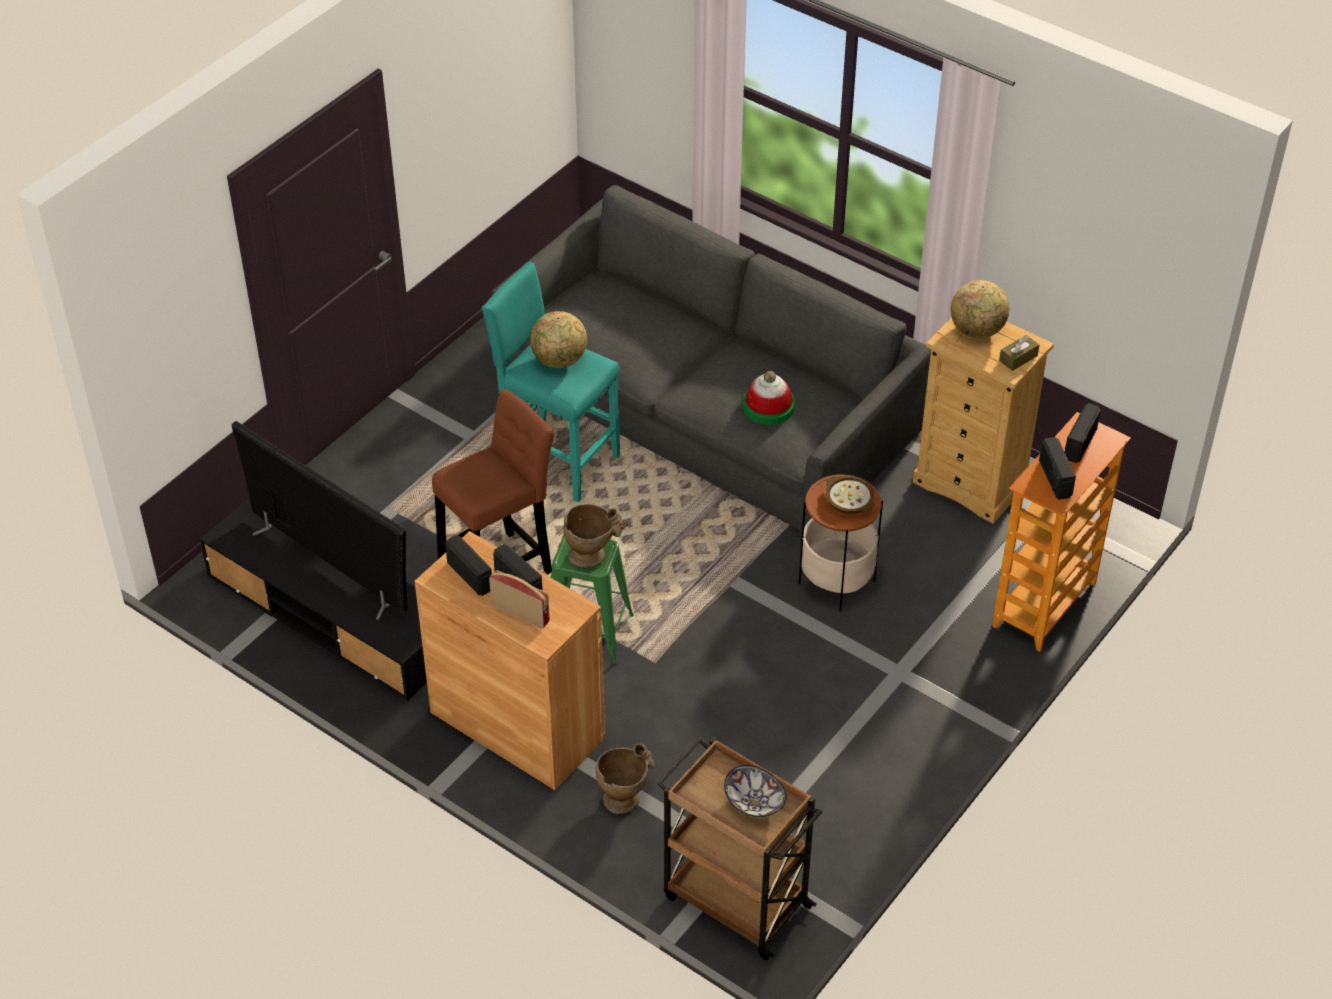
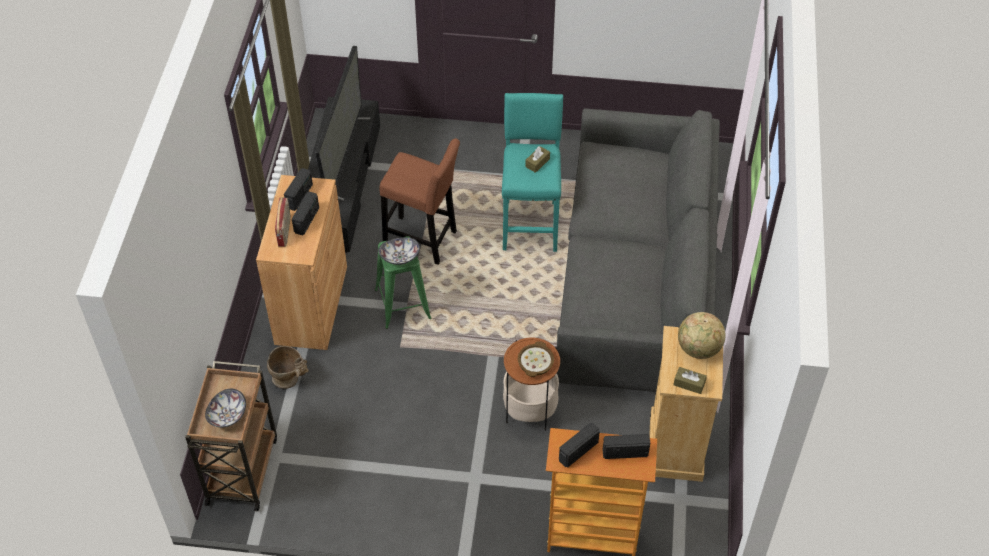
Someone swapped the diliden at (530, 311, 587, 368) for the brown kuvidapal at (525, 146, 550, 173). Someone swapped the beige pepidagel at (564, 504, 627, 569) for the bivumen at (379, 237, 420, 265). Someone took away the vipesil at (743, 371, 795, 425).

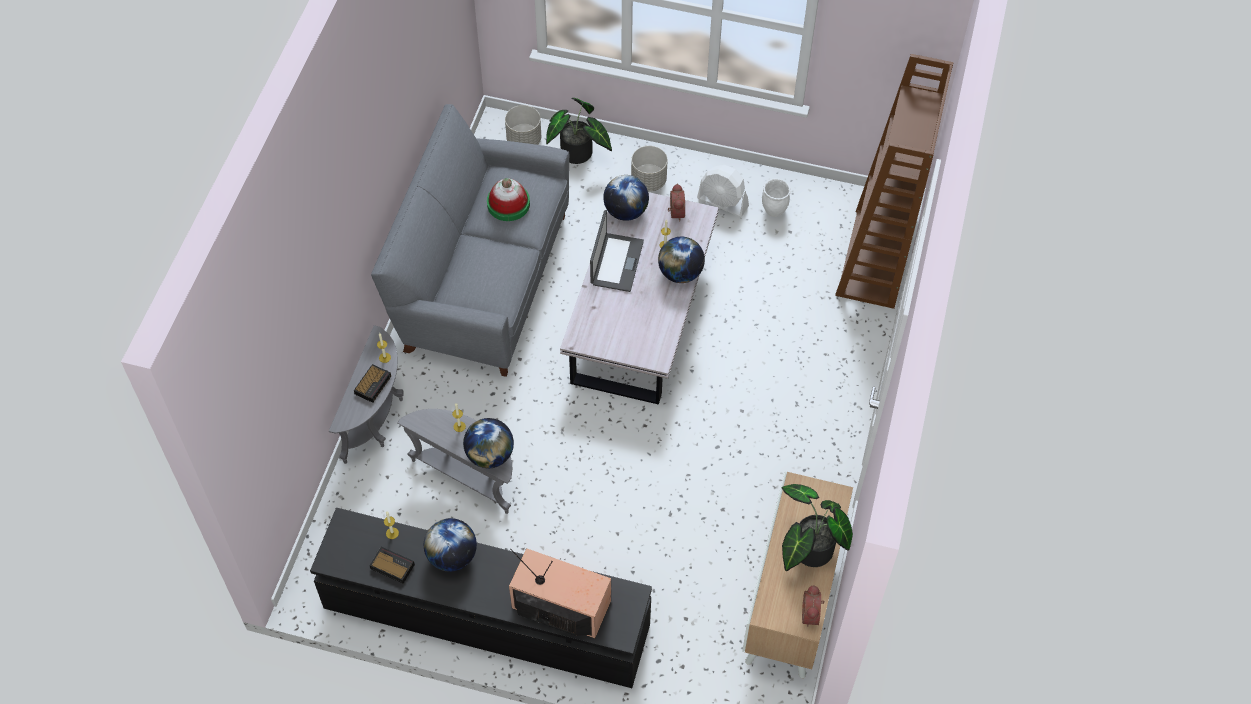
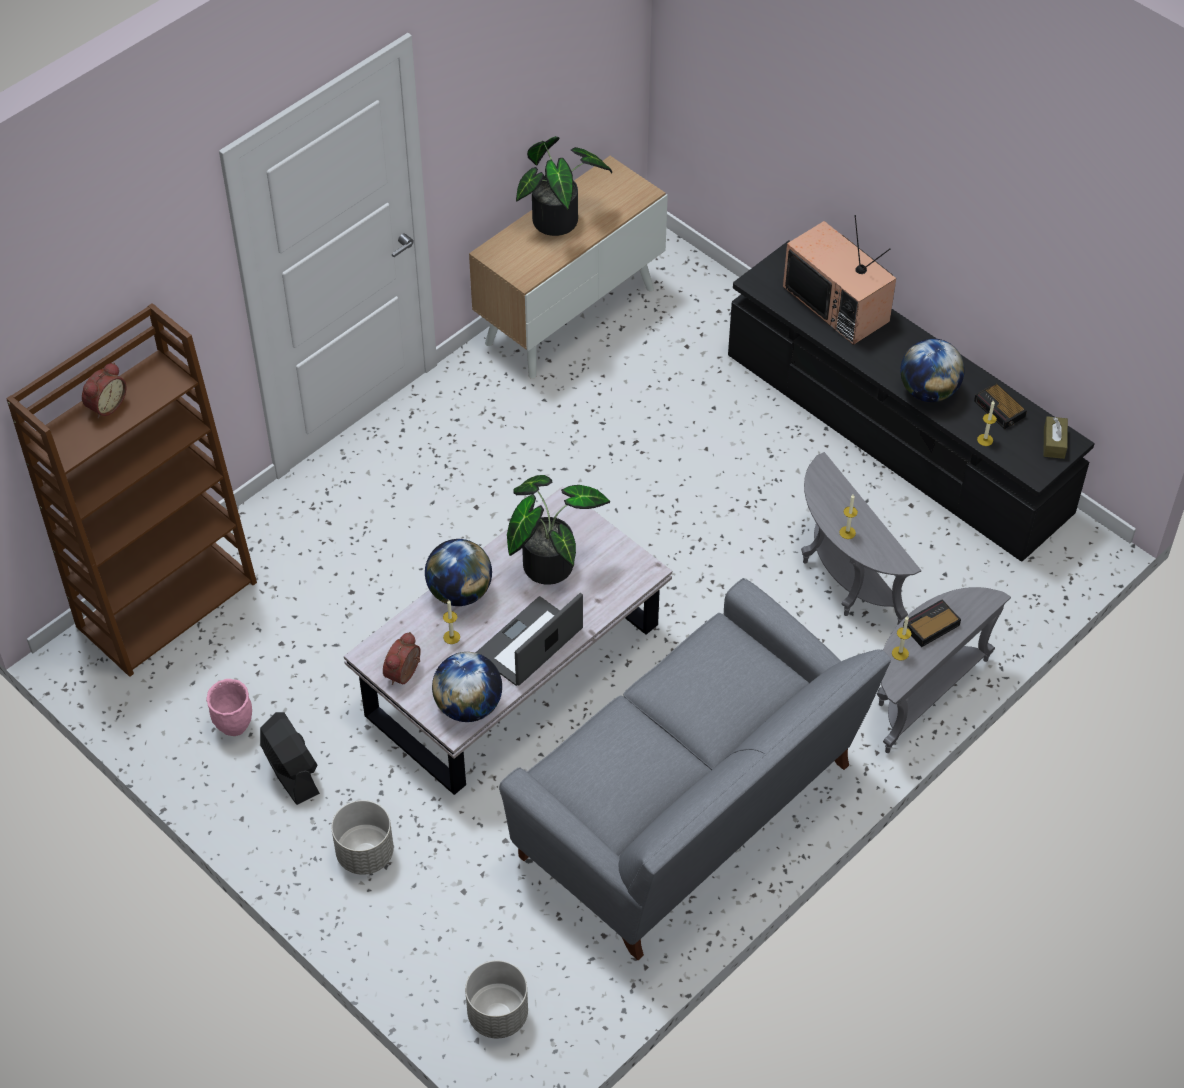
Someone took away the diliden at (463, 418, 514, 468). Someone took away the vipesil at (487, 178, 530, 221). Someone carried the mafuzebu from (546, 98, 612, 164) to (507, 475, 610, 585). Someone repainted the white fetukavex at (697, 165, 749, 217), which became the black fetukavex at (260, 712, 320, 805). Someone repainted the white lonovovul at (762, 178, 791, 217), which became the pink lonovovul at (206, 679, 252, 736). Someone carried the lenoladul from (802, 585, 825, 627) to (82, 362, 126, 419). Someone put down the brown kuvidapal at (1043, 416, 1068, 459).

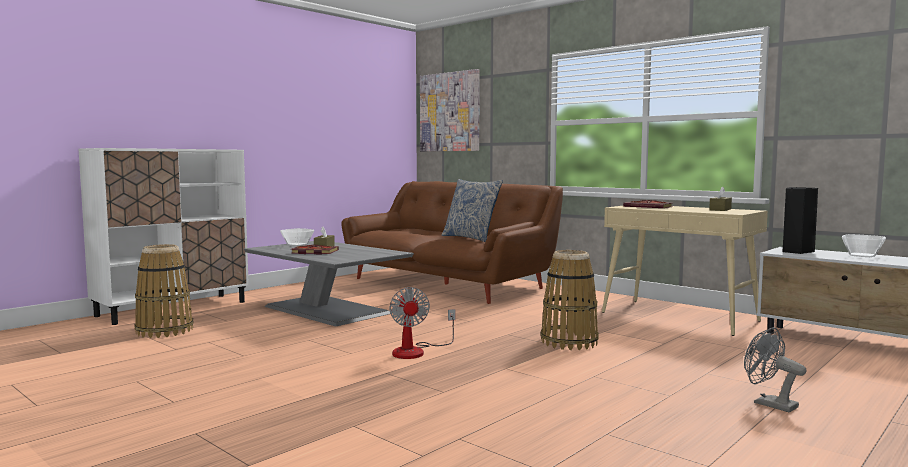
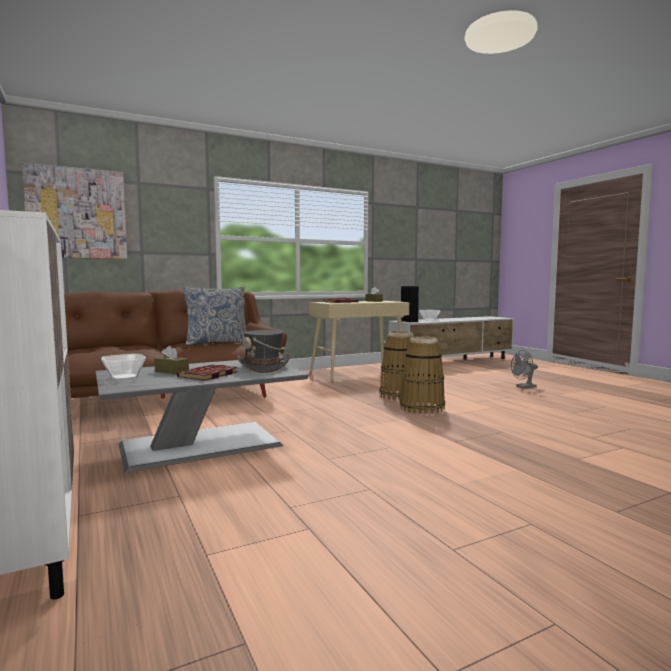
Someone carried the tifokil from (135, 244, 193, 338) to (400, 336, 445, 414). Someone took away the fetukavex at (390, 287, 456, 359). Someone put down the grey vipesil at (237, 330, 290, 373).

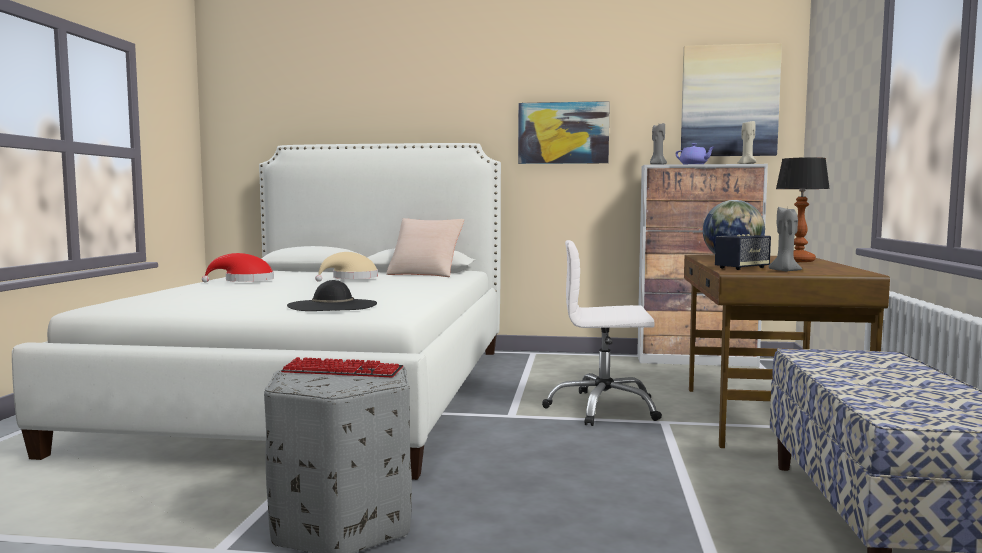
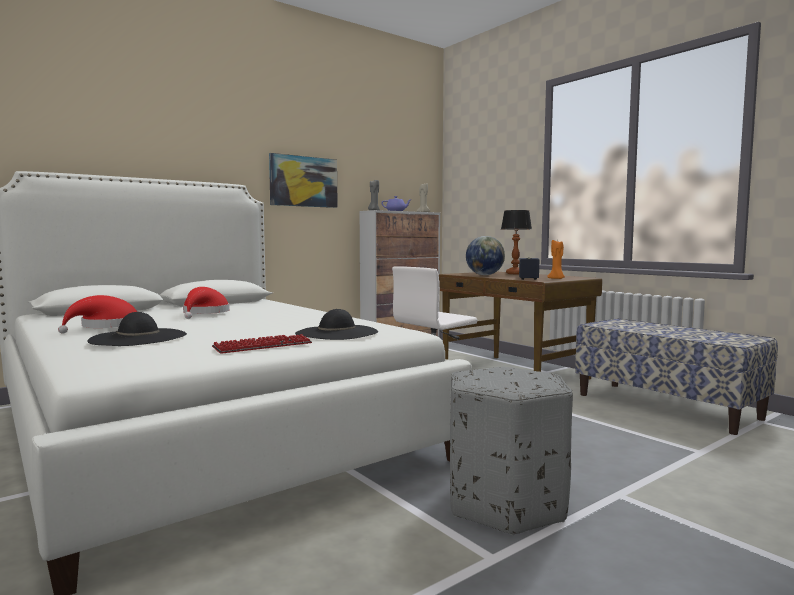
Someone carried the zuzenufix from (281, 357, 403, 377) to (212, 334, 312, 354). Someone repainted the beige vipesil at (315, 252, 378, 282), which became the red vipesil at (183, 287, 230, 319). Someone took away the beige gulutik at (386, 218, 464, 277). Someone took away the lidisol at (681, 43, 782, 156). Someone repainted the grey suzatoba at (769, 207, 802, 272), which became the orange suzatoba at (547, 240, 565, 279). Someone put down the black vipesil at (88, 312, 187, 346).

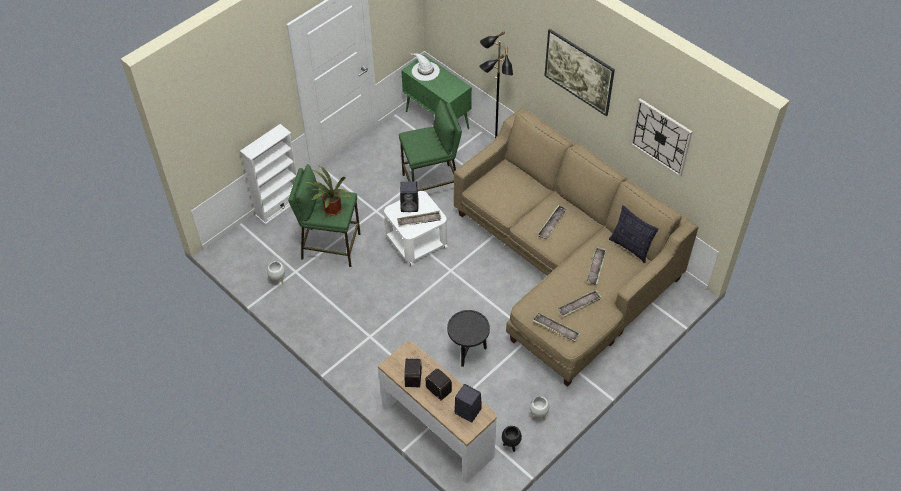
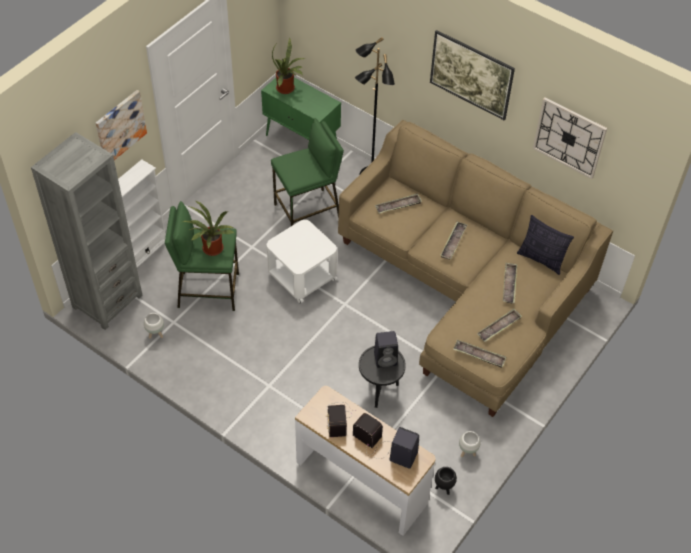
Someone carried the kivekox from (397, 211, 442, 227) to (375, 193, 422, 214). Someone carried the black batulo from (400, 181, 419, 212) to (374, 331, 398, 368). Someone swapped the white vipesil at (410, 53, 440, 81) for the mafuzebu at (272, 38, 306, 94). Someone put down the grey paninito at (31, 132, 143, 330). Someone put up the lidisol at (96, 90, 147, 160).

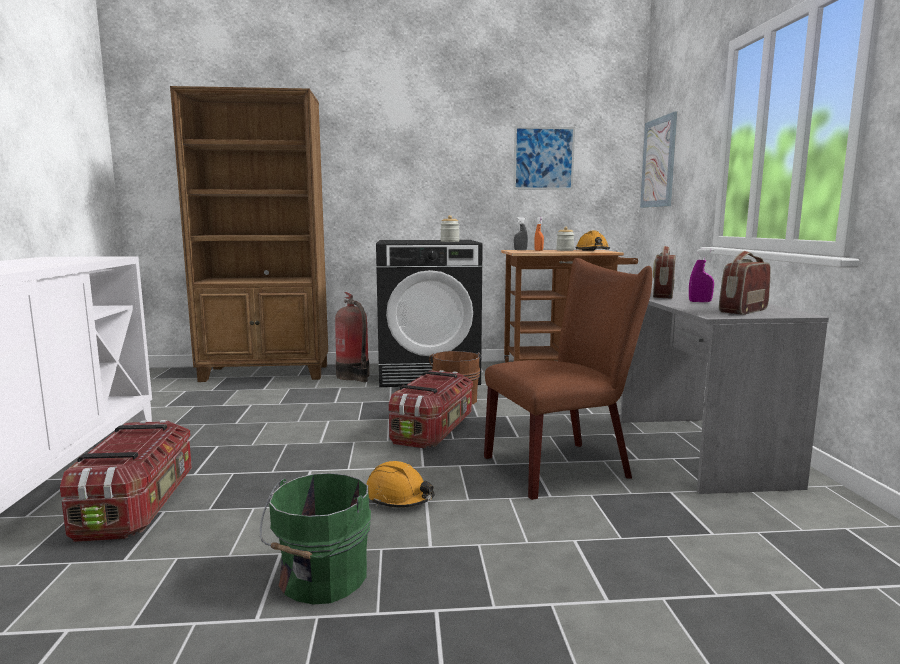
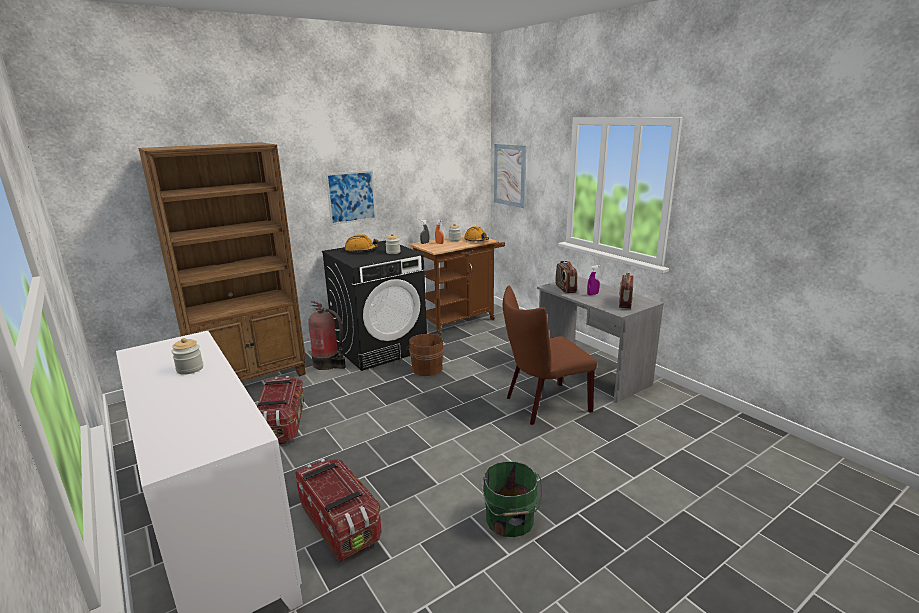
Someone carried the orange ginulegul from (367, 461, 434, 508) to (345, 234, 378, 253). Someone carried the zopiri from (389, 370, 473, 449) to (257, 376, 304, 444). Someone rotated the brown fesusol at (484, 258, 652, 500) by 150 degrees counterclockwise. Someone carried the lidisol from (513, 126, 575, 190) to (326, 170, 376, 225). Someone put down the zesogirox at (171, 338, 203, 375).

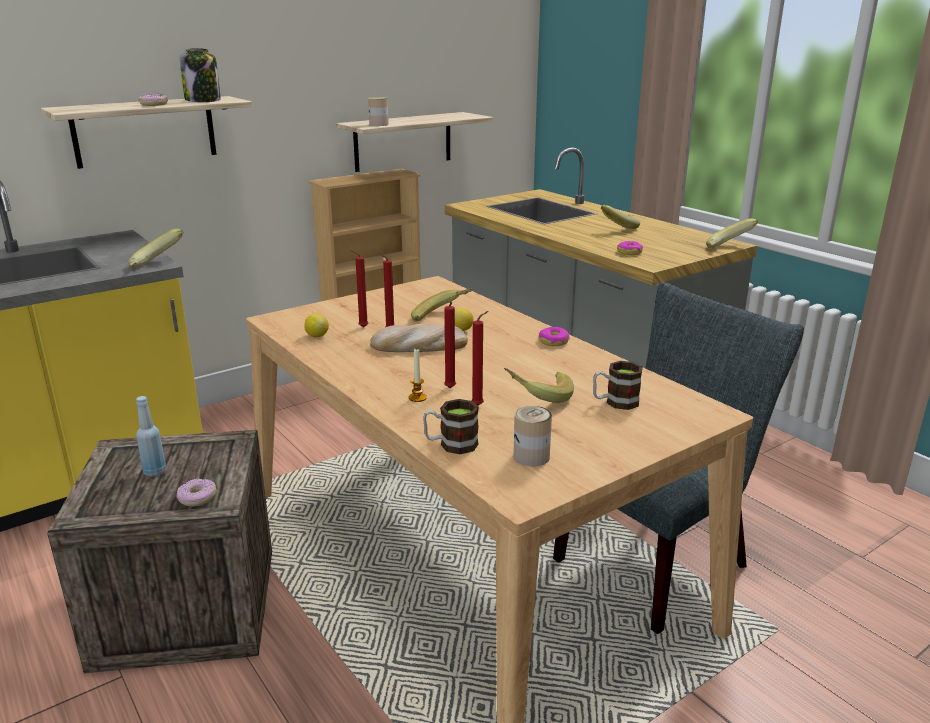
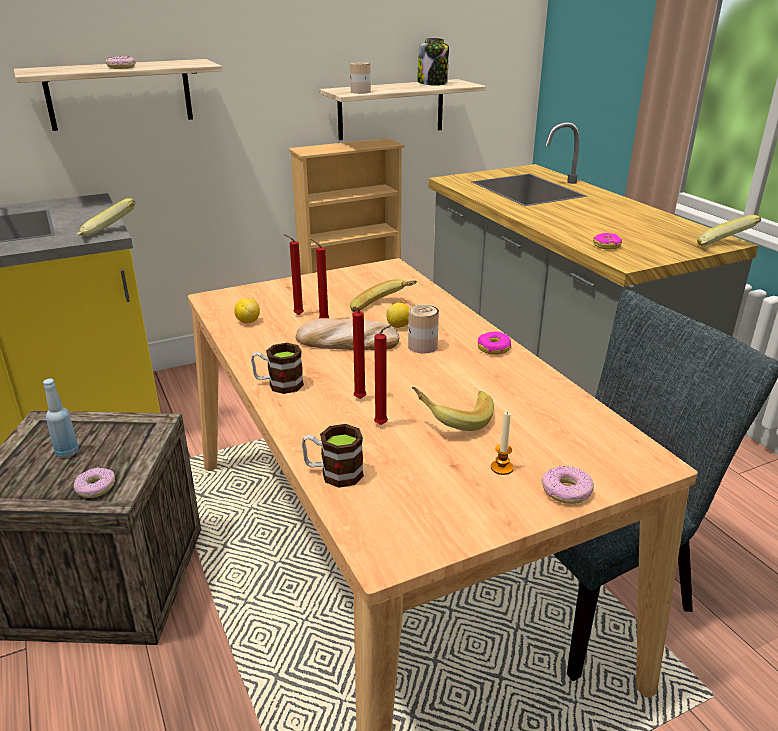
Someone carried the zesogirox from (180, 48, 221, 102) to (417, 38, 449, 86). Someone carried the suzatoba from (409, 348, 427, 402) to (491, 412, 513, 475). Someone carried the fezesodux from (513, 406, 552, 467) to (408, 304, 439, 354). Someone carried the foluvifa from (593, 361, 643, 410) to (251, 343, 304, 394). Someone took away the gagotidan at (601, 205, 640, 229). Someone put down the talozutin at (542, 466, 594, 504).

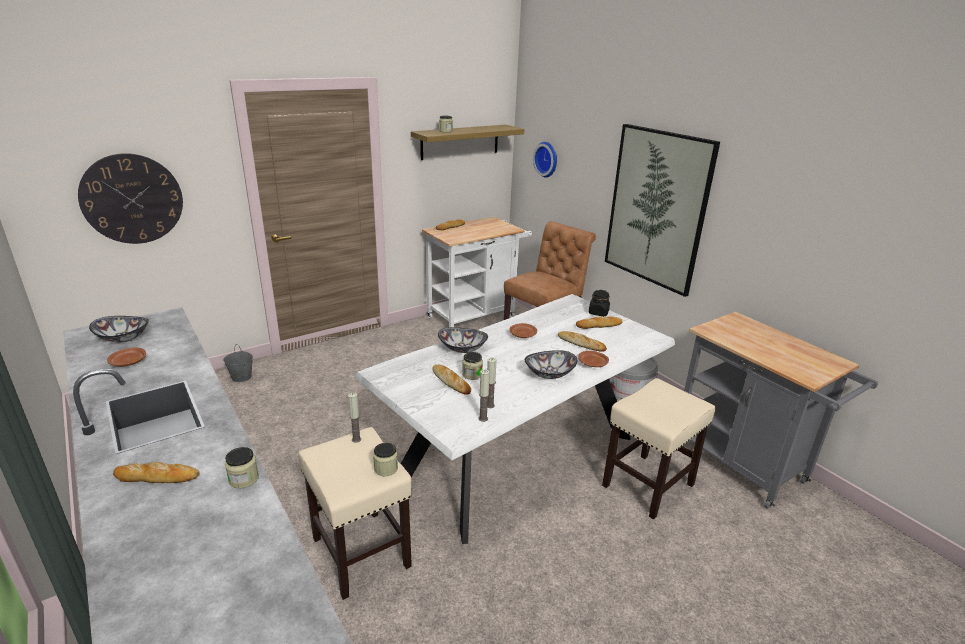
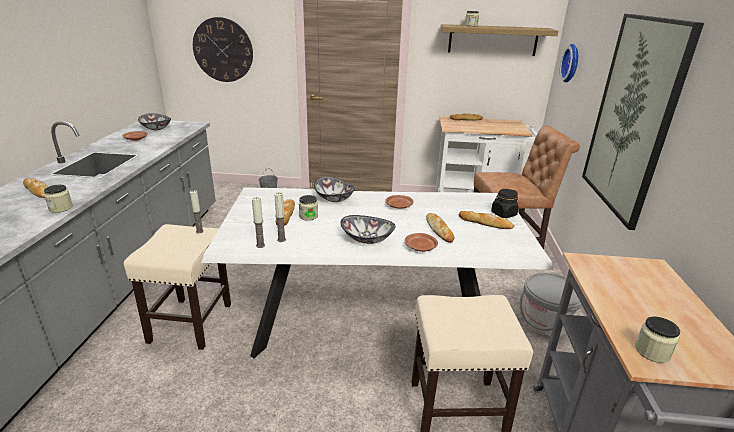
Someone carried the zesogirox from (373, 443, 398, 476) to (635, 316, 680, 363).

